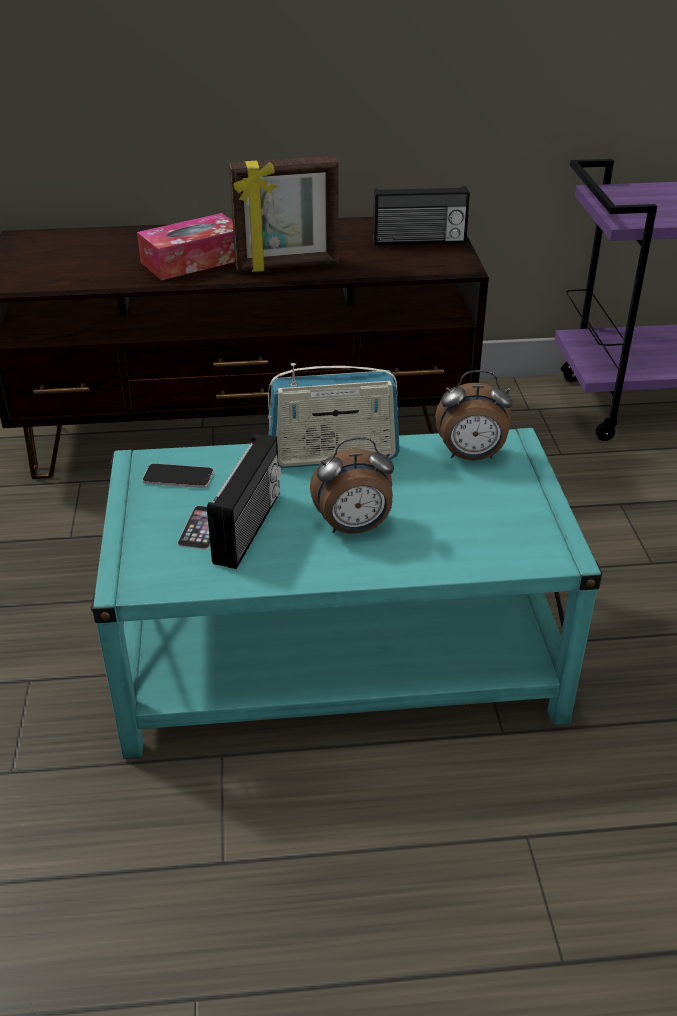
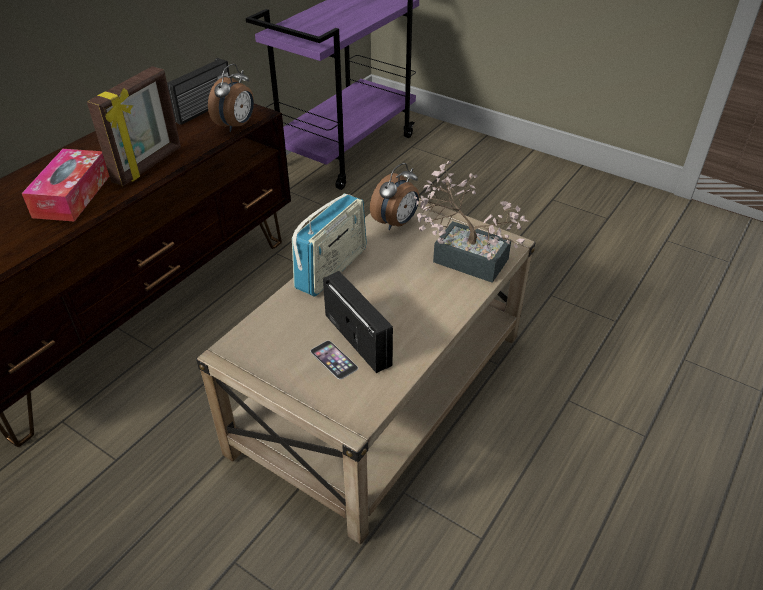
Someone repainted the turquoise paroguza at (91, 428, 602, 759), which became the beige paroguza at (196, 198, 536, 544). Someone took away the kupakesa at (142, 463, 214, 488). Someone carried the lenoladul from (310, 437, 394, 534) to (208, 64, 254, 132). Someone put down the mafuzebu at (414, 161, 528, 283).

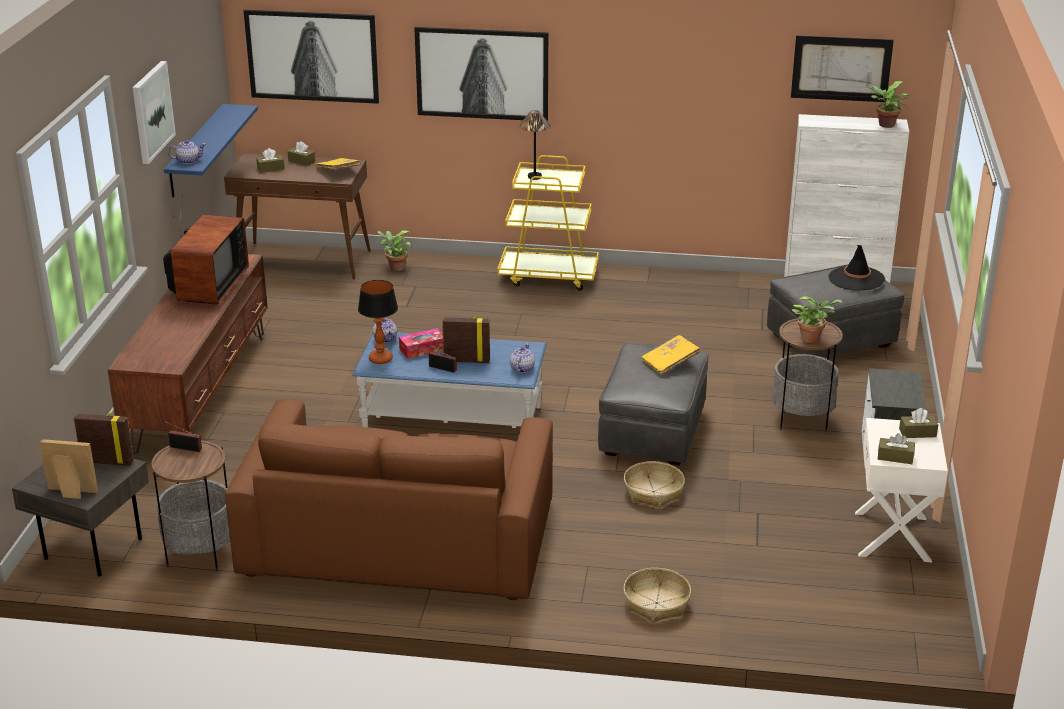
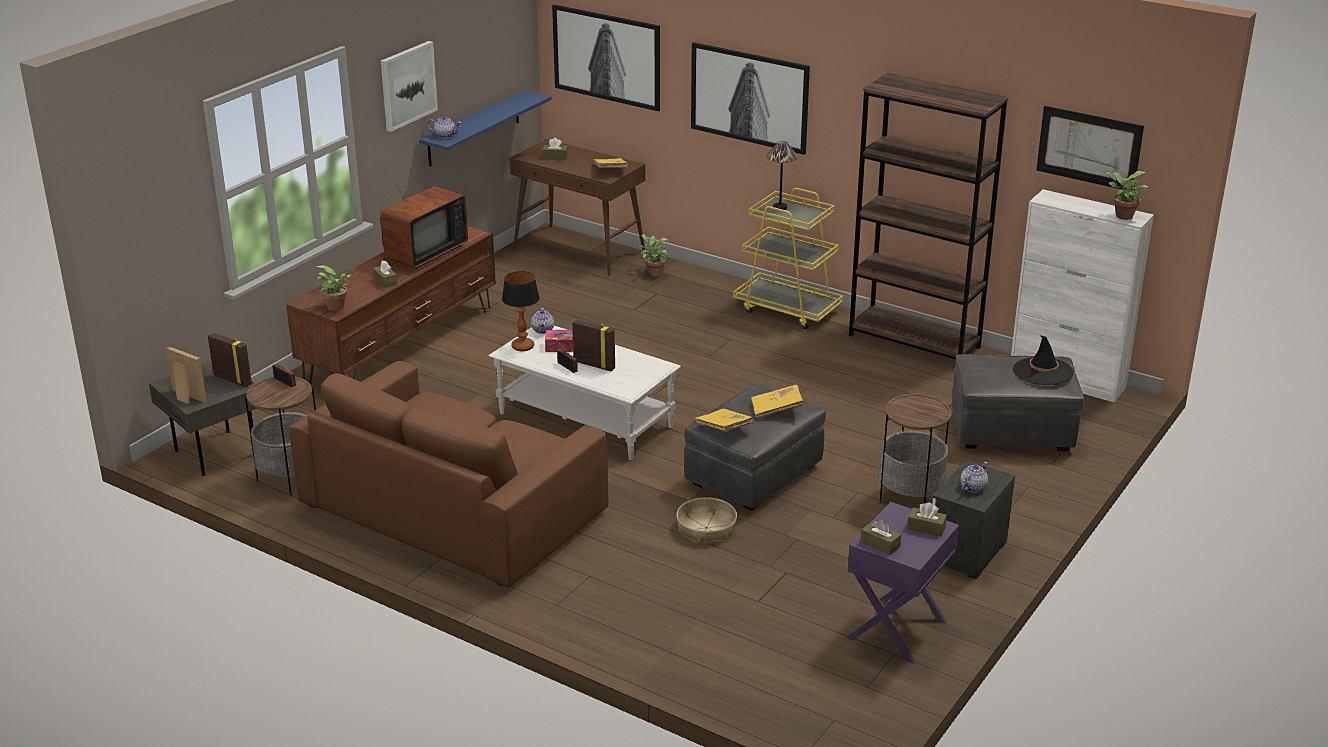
Someone carried the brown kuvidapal from (287, 141, 315, 166) to (373, 260, 398, 288). Someone repainted the blue paroguza at (352, 332, 547, 428), which became the white paroguza at (489, 326, 681, 460). Someone carried the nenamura from (510, 344, 535, 373) to (961, 462, 988, 493). Someone took away the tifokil at (623, 568, 691, 623). Someone carried the mafuzebu from (792, 296, 843, 343) to (316, 265, 352, 311). Someone repainted the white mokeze at (855, 418, 948, 562), which became the purple mokeze at (846, 502, 959, 664). Someone put down the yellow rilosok at (694, 409, 754, 432). Someone put down the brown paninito at (849, 73, 1008, 360).

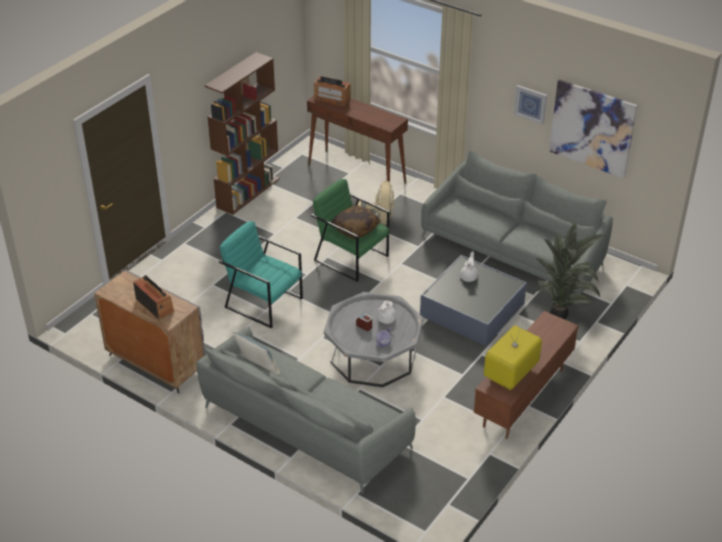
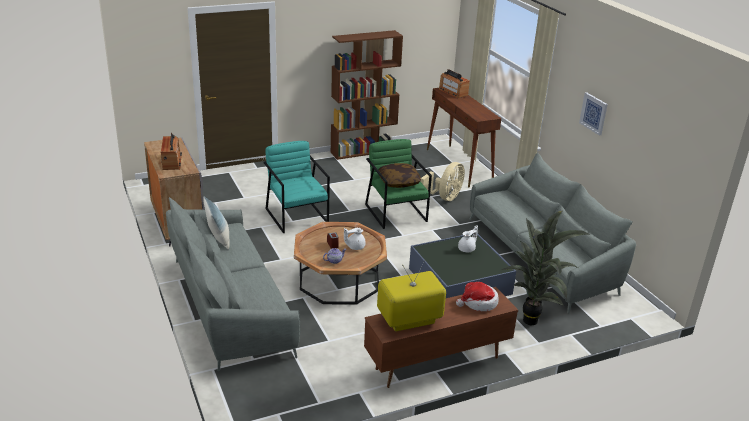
Someone repainted the grey paroguza at (324, 292, 423, 387), which became the brown paroguza at (294, 222, 387, 305). Someone took away the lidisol at (549, 79, 637, 178). Someone put down the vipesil at (456, 282, 499, 311).

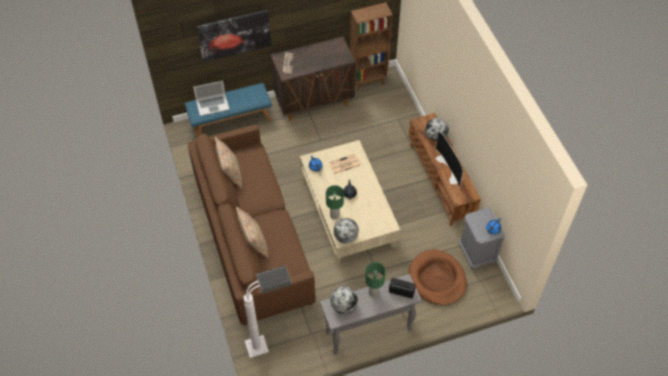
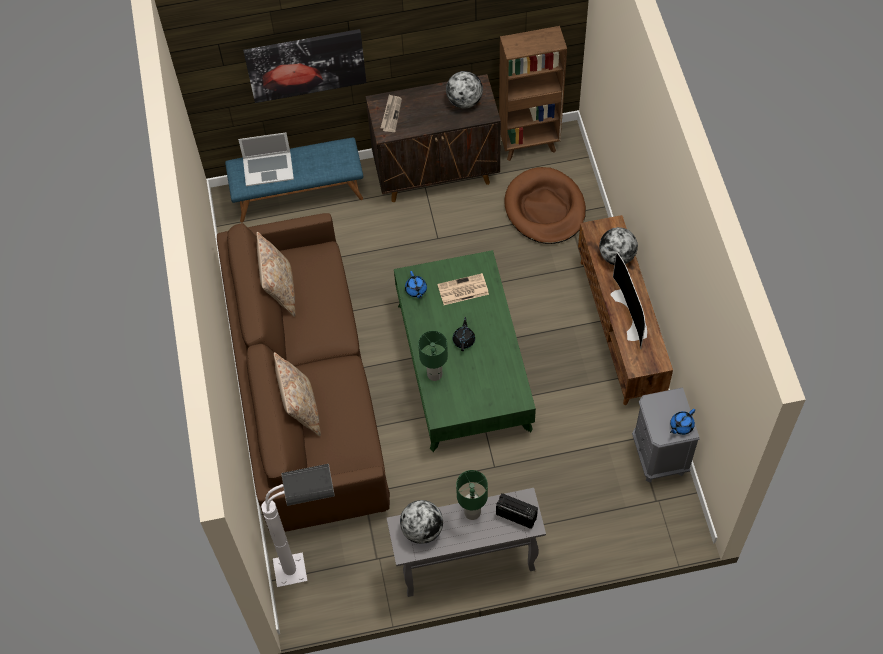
Someone repainted the beige paroguza at (300, 140, 400, 266), which became the green paroguza at (394, 250, 536, 452). Someone carried the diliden from (334, 218, 359, 243) to (446, 71, 483, 109). Someone carried the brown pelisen from (408, 250, 467, 306) to (504, 167, 586, 244).

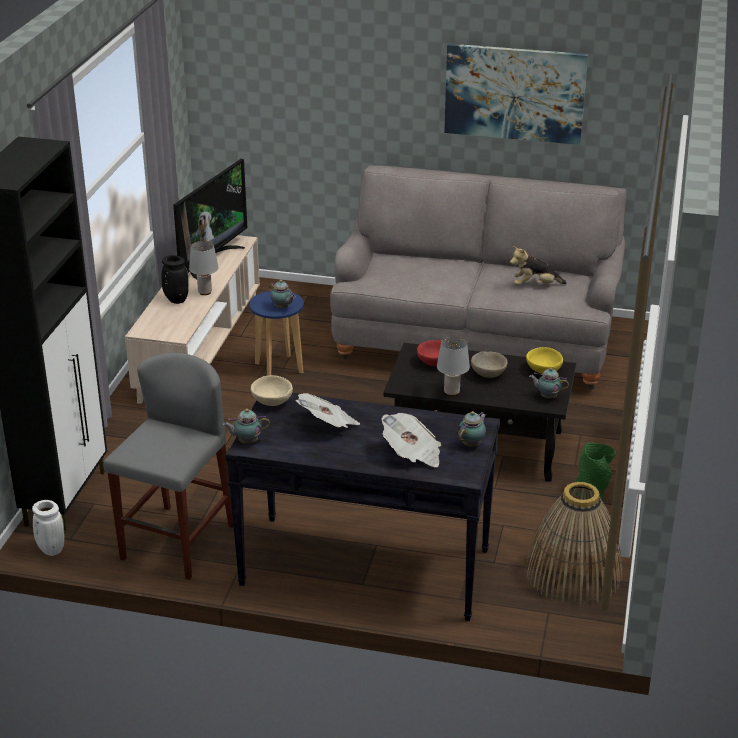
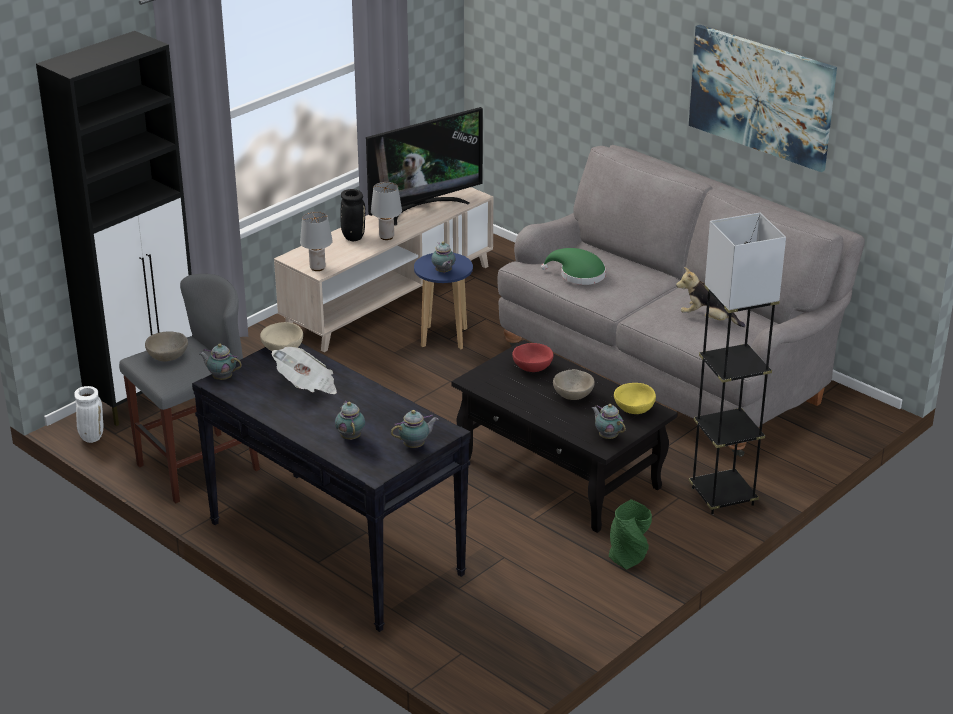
Someone swapped the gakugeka at (382, 413, 441, 467) for the nenamura at (335, 401, 365, 440). Someone carried the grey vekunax from (437, 336, 470, 396) to (300, 211, 333, 271). Someone took away the tifokil at (526, 482, 622, 606). Someone put down the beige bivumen at (145, 331, 188, 361). Someone put down the green vipesil at (541, 248, 606, 285). Someone put down the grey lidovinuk at (689, 213, 786, 514).

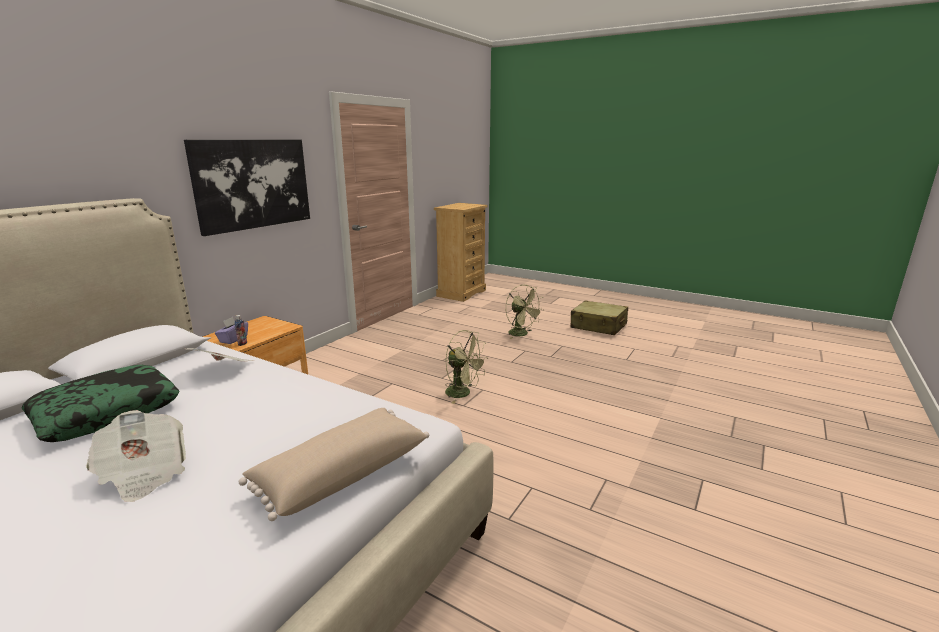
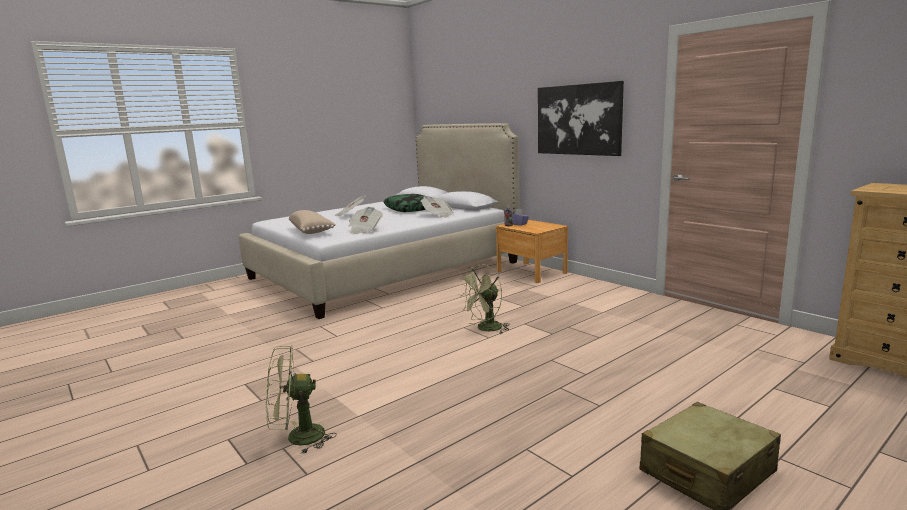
Someone carried the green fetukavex from (506, 285, 544, 339) to (266, 345, 337, 454). Someone put down the gakugeka at (349, 207, 383, 234).

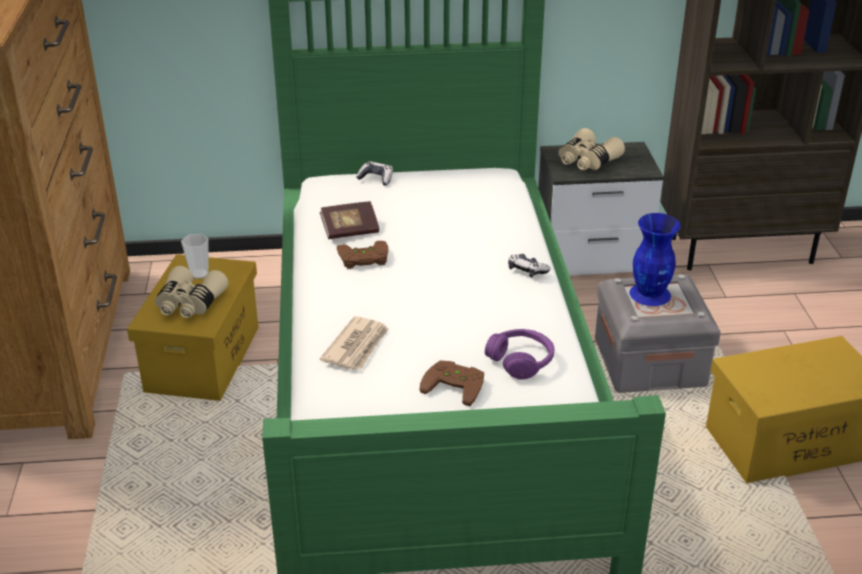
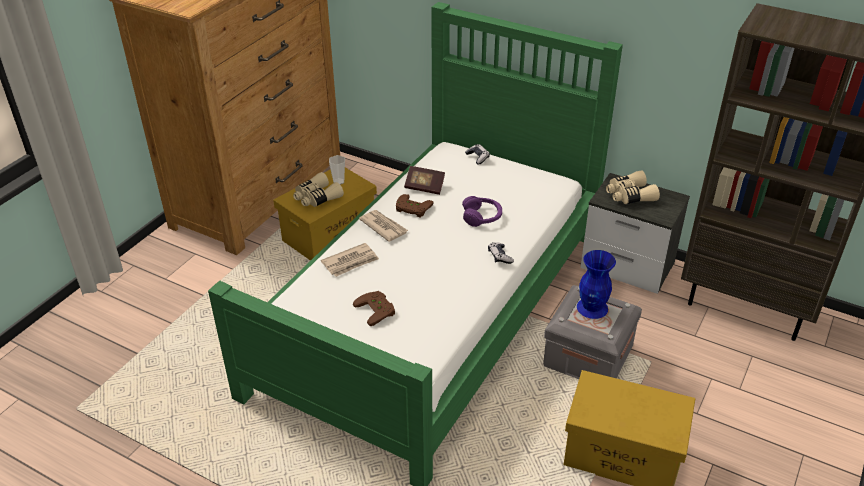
Someone carried the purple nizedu from (485, 329, 554, 380) to (462, 196, 502, 227). Someone put down the gakugeka at (359, 210, 408, 242).

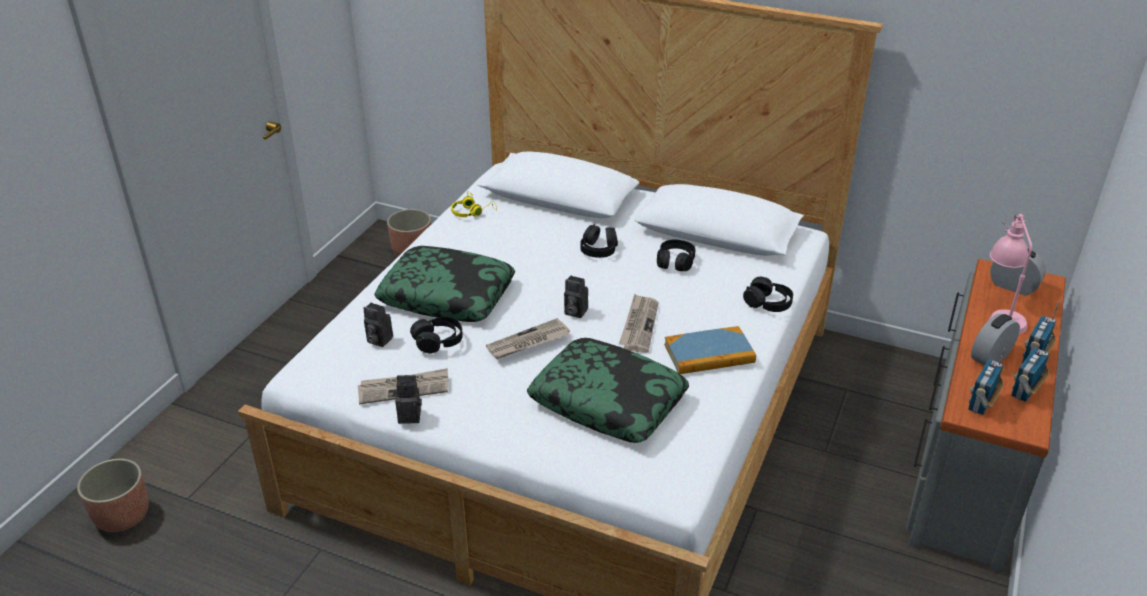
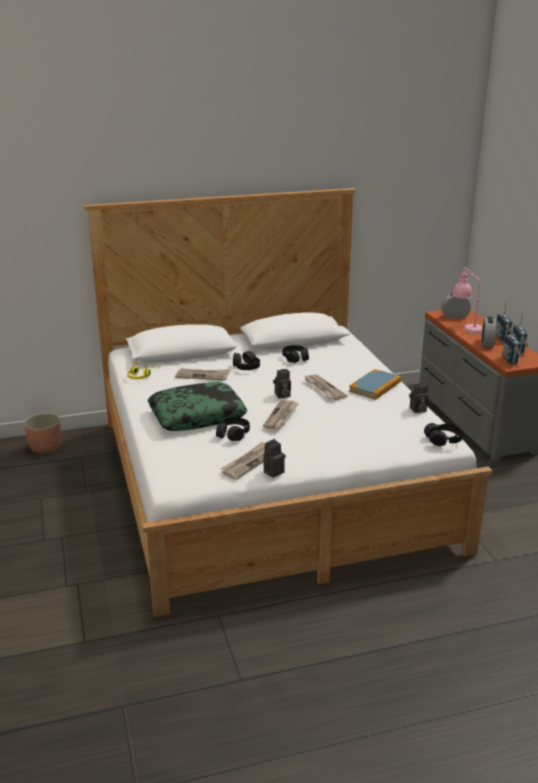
Someone took away the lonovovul at (77, 459, 149, 532). Someone carried the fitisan from (363, 303, 393, 347) to (409, 383, 428, 413). Someone took away the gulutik at (527, 338, 689, 443). Someone carried the black nizedu from (743, 277, 793, 312) to (424, 423, 463, 446). Someone put down the gakugeka at (175, 368, 230, 381).

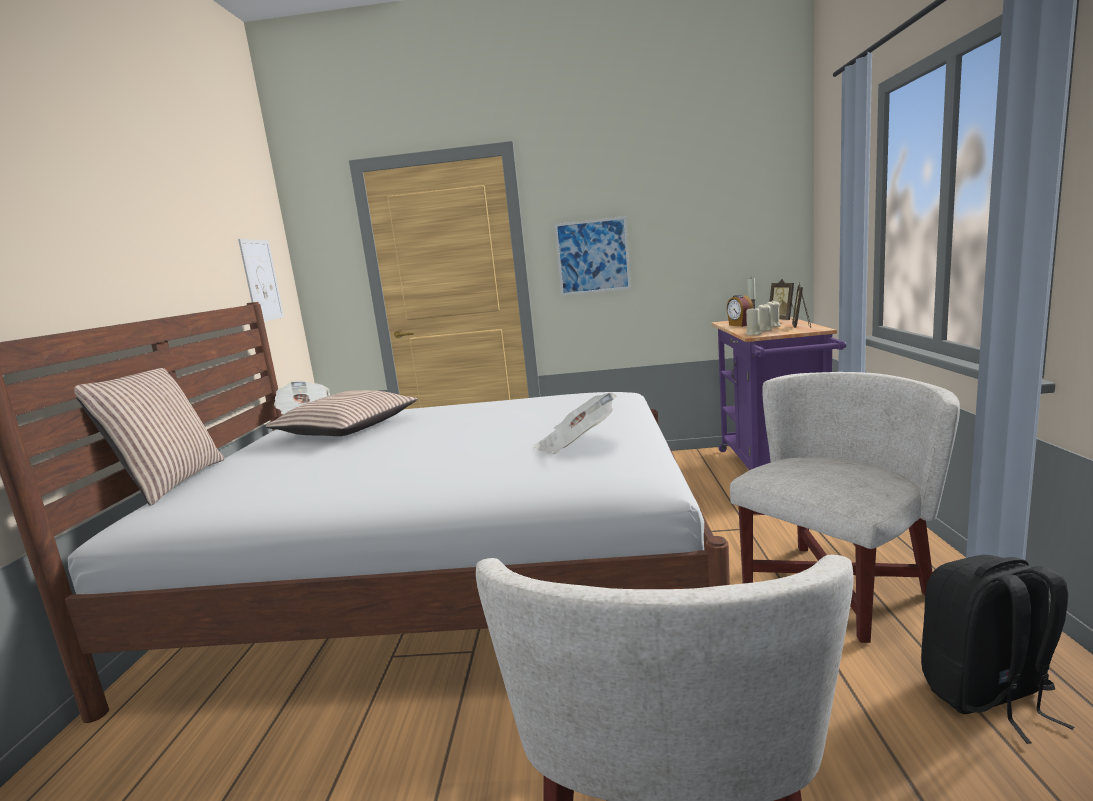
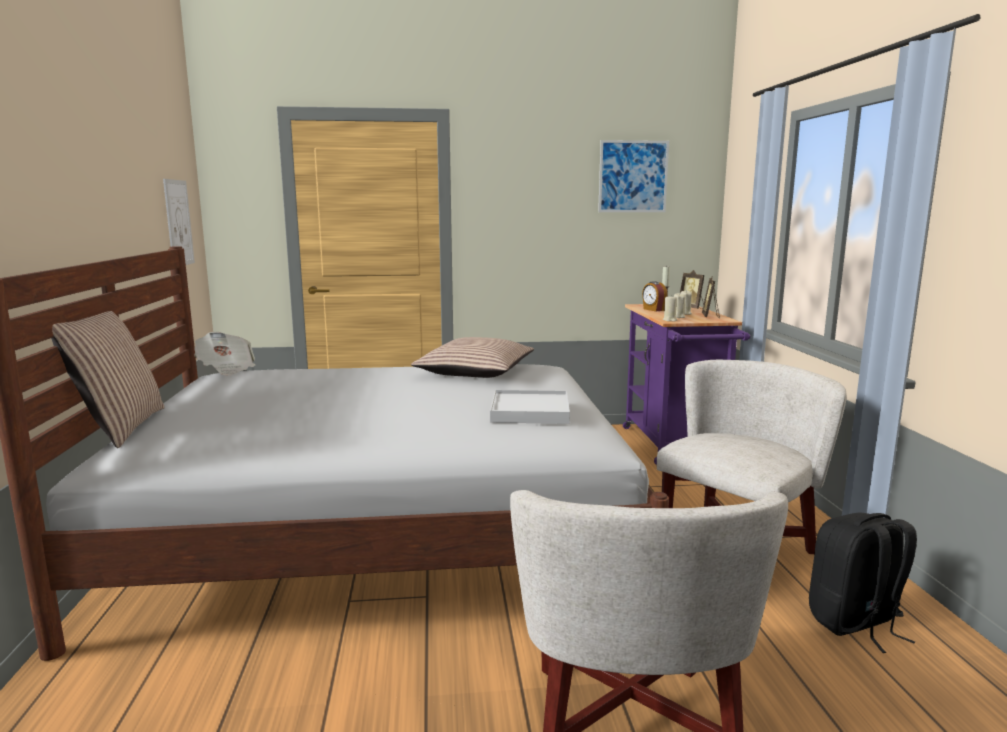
Someone carried the gulutik from (266, 390, 417, 436) to (411, 337, 534, 378). Someone swapped the gakugeka at (534, 393, 617, 454) for the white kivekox at (490, 390, 570, 424). Someone carried the lidisol from (555, 216, 631, 296) to (598, 140, 669, 212).

